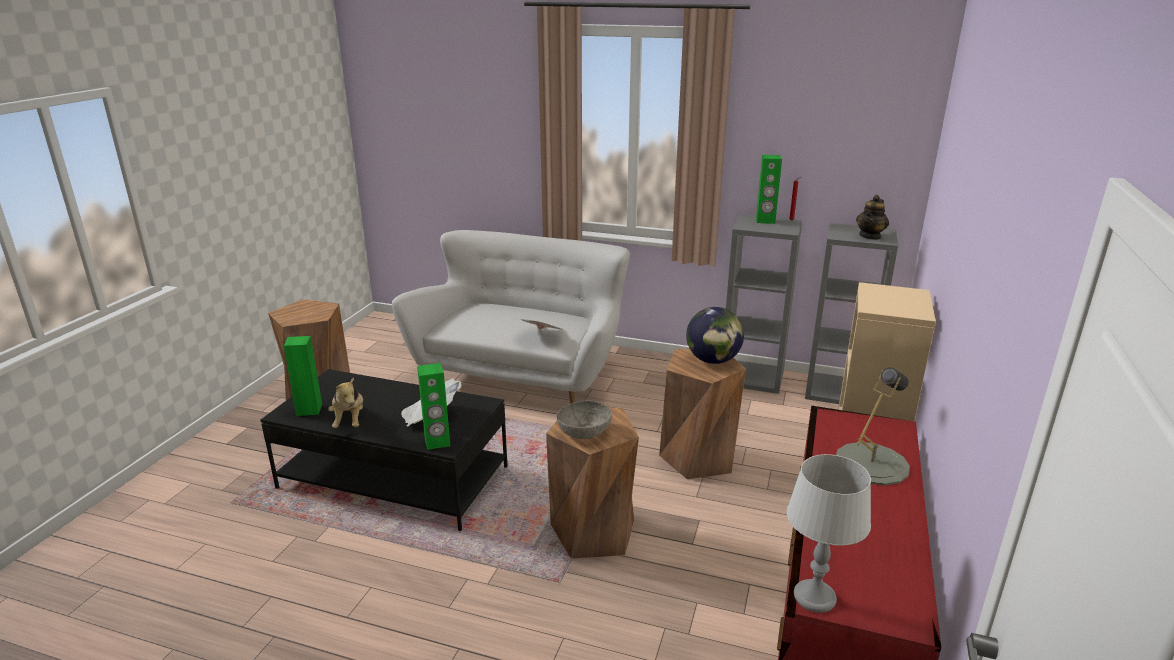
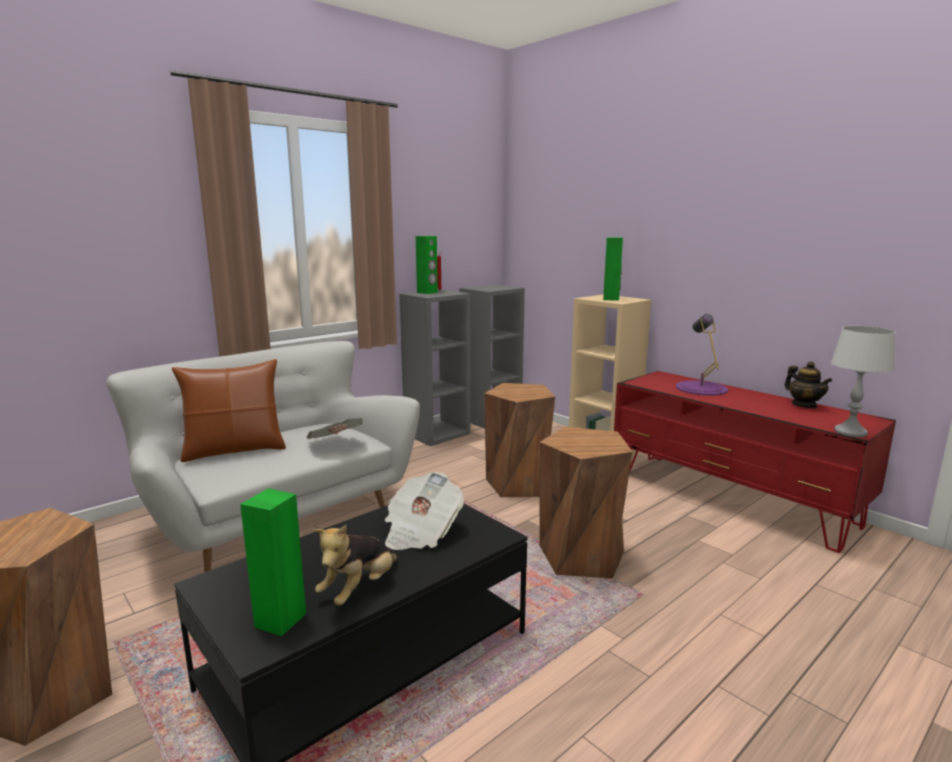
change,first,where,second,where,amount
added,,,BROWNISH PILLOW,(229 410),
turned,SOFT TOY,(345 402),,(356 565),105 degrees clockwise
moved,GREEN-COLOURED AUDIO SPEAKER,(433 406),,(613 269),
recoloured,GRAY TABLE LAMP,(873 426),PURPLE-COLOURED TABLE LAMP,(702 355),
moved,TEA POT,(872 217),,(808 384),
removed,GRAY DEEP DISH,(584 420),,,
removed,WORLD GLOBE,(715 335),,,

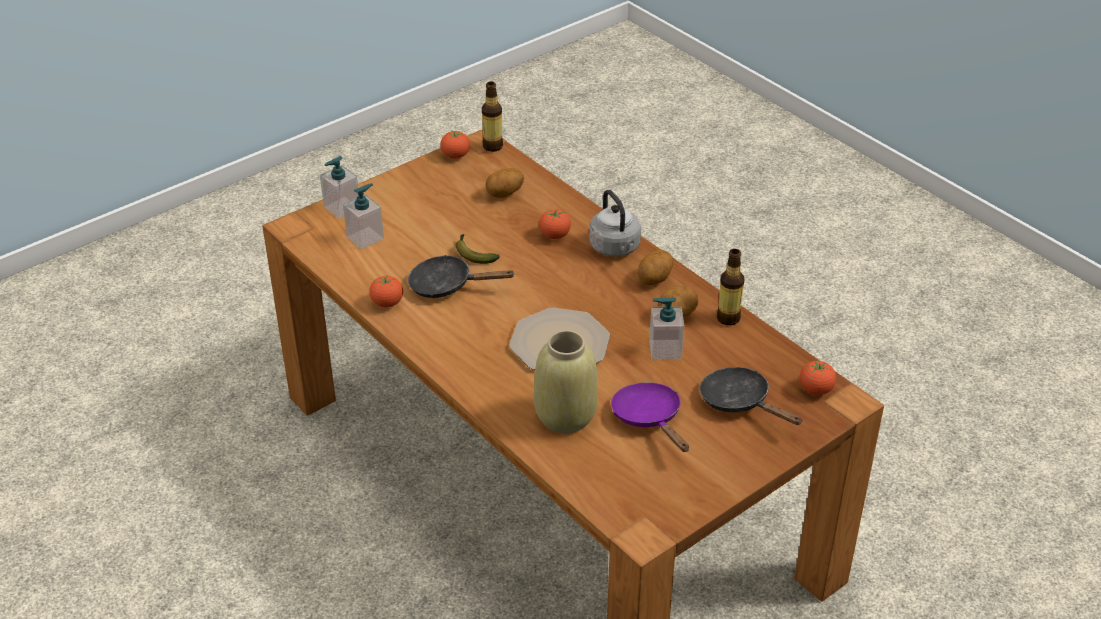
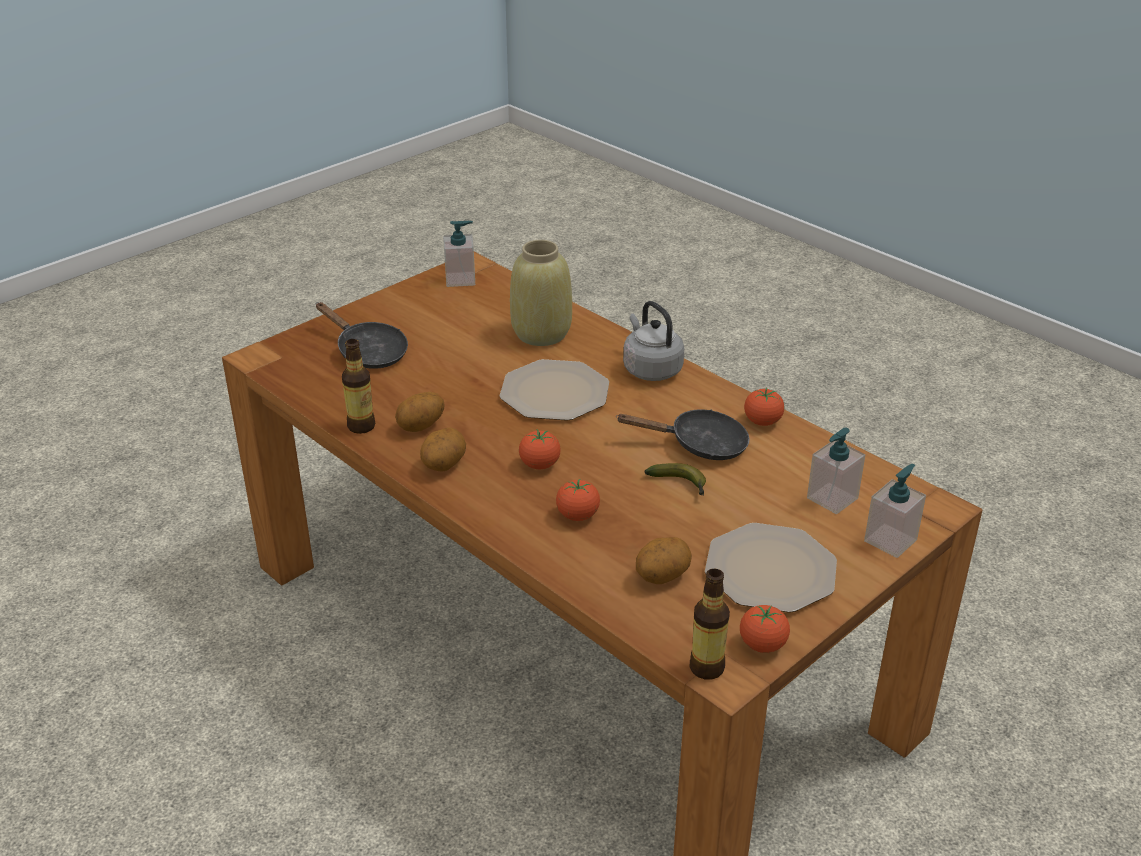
change,first,where,second,where,amount
moved,SOAP BOTTLE,(666 328),,(459 254),
moved,TOMATO,(818 377),,(540 449),
moved,GRAY KETTLE,(615 223),,(653 341),
added,,,FLAT DISH,(771 568),
removed,PURPLE-COLOURED FRYING PAN,(650 417),,,

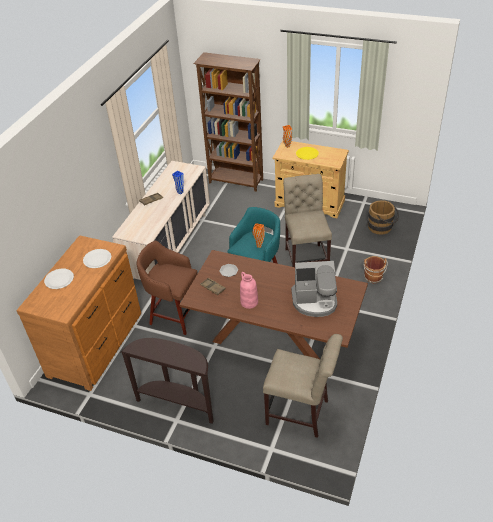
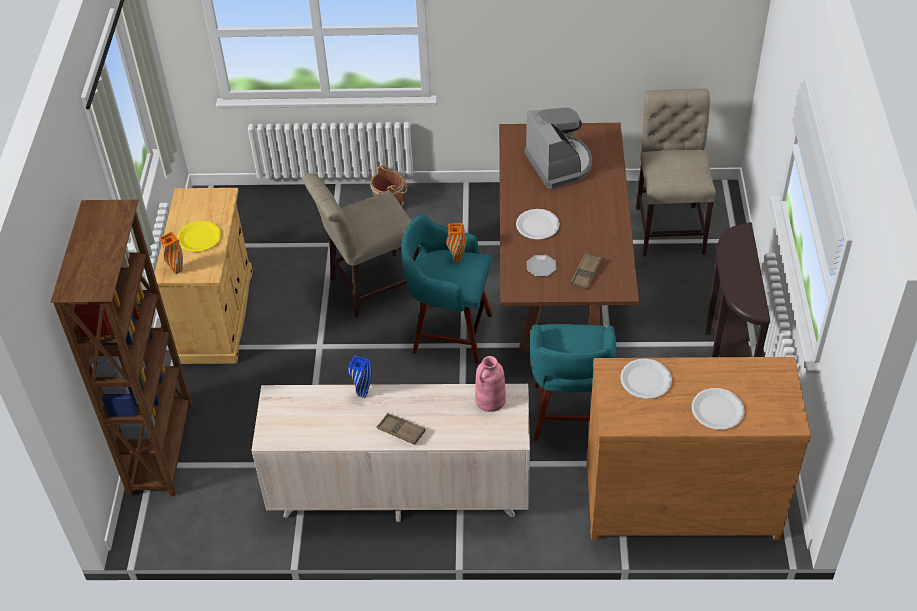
change,first,where,second,where,amount
moved,PINK-COLOURED FLOWER VASE,(249 290),,(490 384),
added,,,WHITE-COLOURED FLAT DISH,(538 224),
recoloured,BROWNISH STOOL,(167 288),TURQUOISE-COLOURED STOOL,(573 382),
removed,BROWNISH BUCKET,(383 217),,,

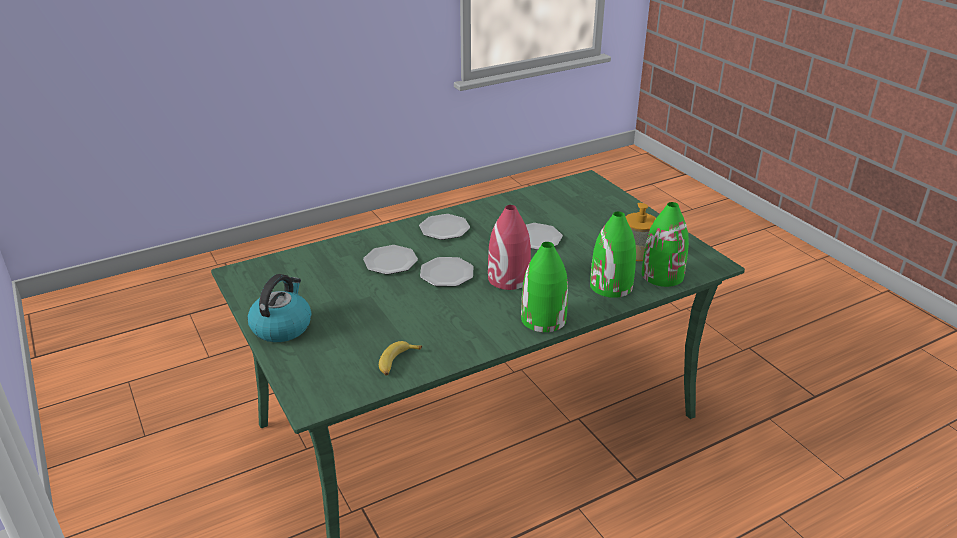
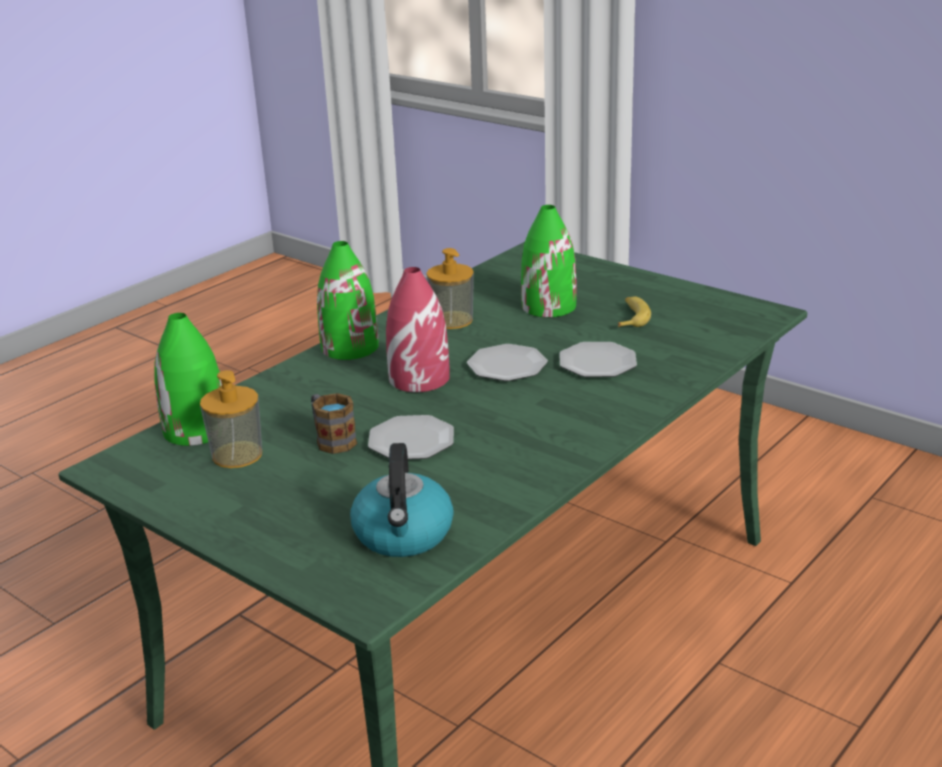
change,first,where,second,where,amount
added,,,TEA MUG,(334 423),
moved,KETTLE,(279 308),,(402 500),
added,,,SOAP BOTTLE,(450 288),
moved,GREEN-COLOURED FLOWER VASE,(613 254),,(548 261),
moved,WHOLE BANANA,(400 358),,(634 311),
removed,FLAT DISH,(444 227),,,

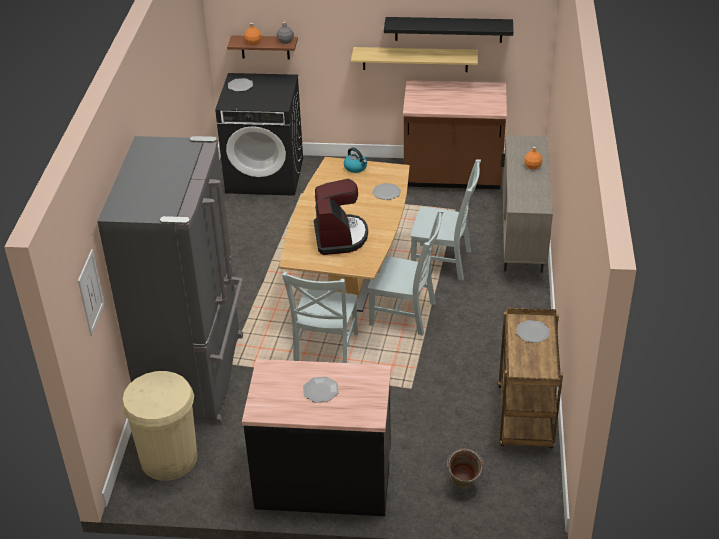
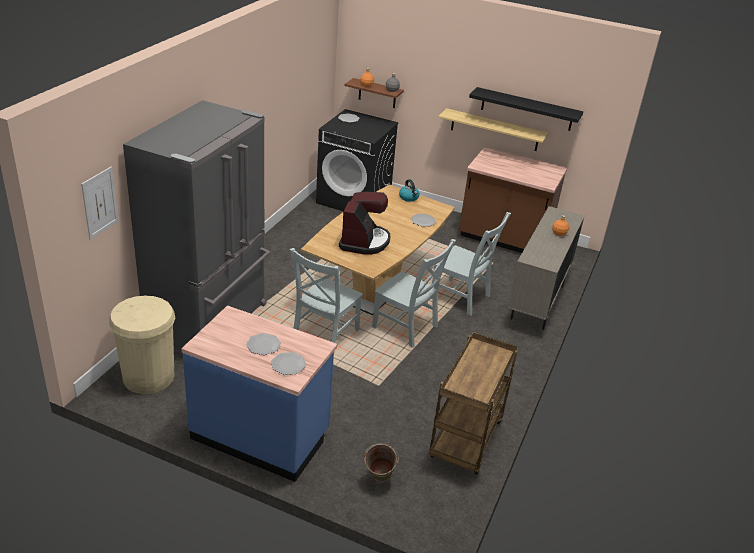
change,first,where,second,where,amount
recoloured,BLACK-COLOURED KITCHEN BASE UNIT,(316 437),BLUE-COLOURED KITCHEN BASE UNIT,(259 393),
moved,FLAT DISH,(533 331),,(288 363),

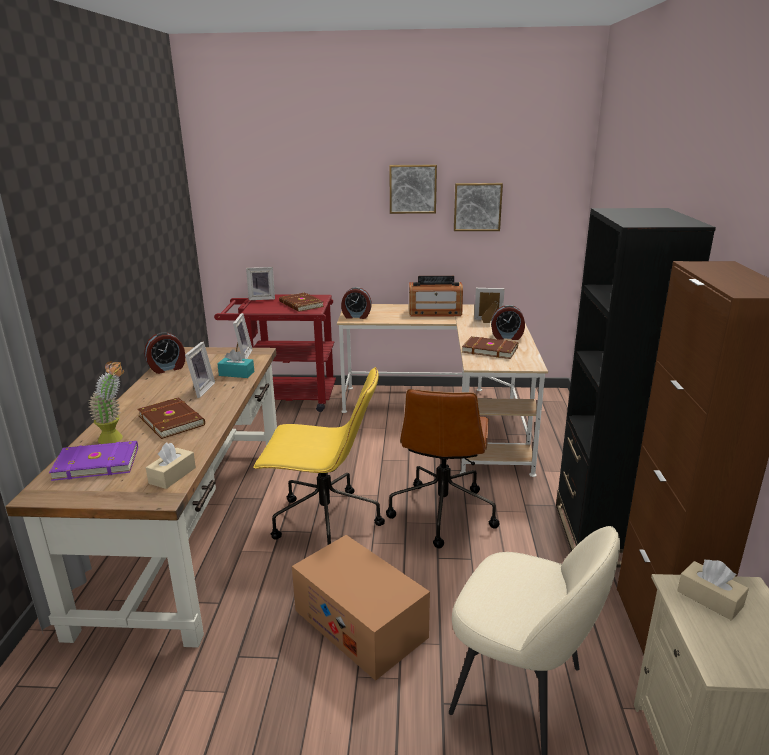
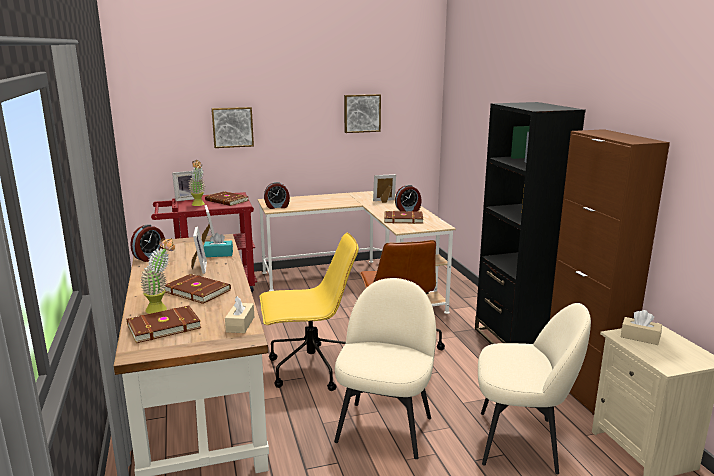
change,first,where,second,where,amount
recoloured,PURPLE-COLOURED BOOK,(93 461),BROWNISH BOOK,(164 324),
added,,,POTTED PLANT,(196 183),
moved,WALL ART,(413 189),,(232 127),
replaced,CARDBOARD BOX,(361 608),SAND-COLOURED UPRIGHT CHAIR,(385 368),
removed,RADIO SET,(436 296),,,

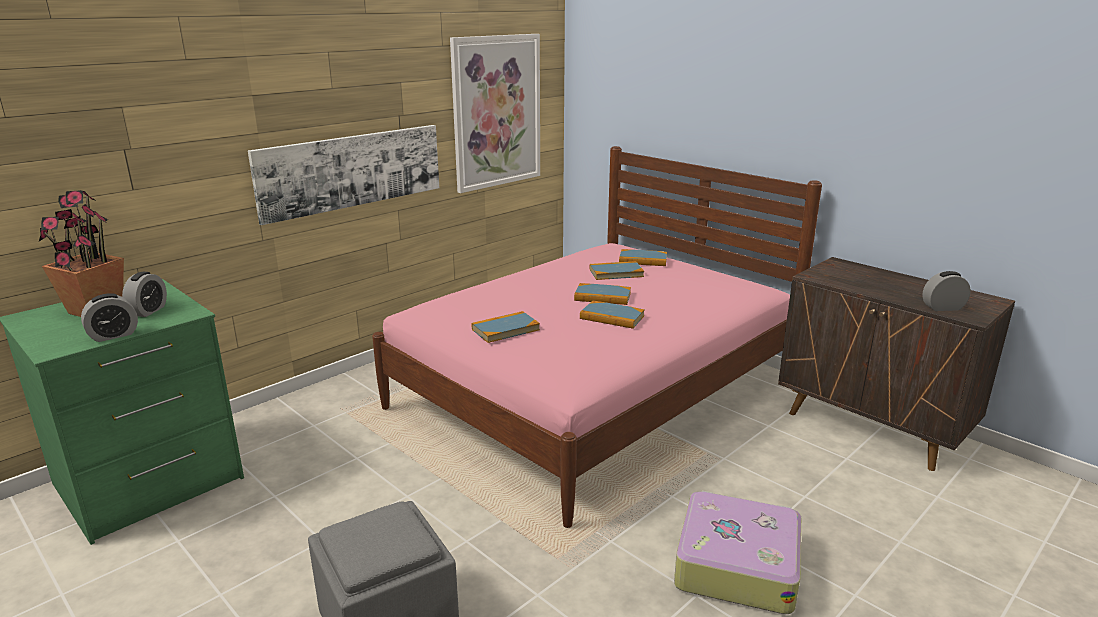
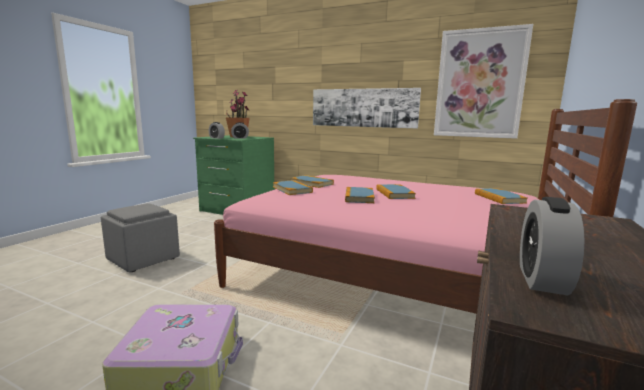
change,first,where,second,where,amount
moved,BOOK,(617 270),,(293 187),
turned,ALARM CLOCK,(946 291),,(552 246),135 degrees counterclockwise

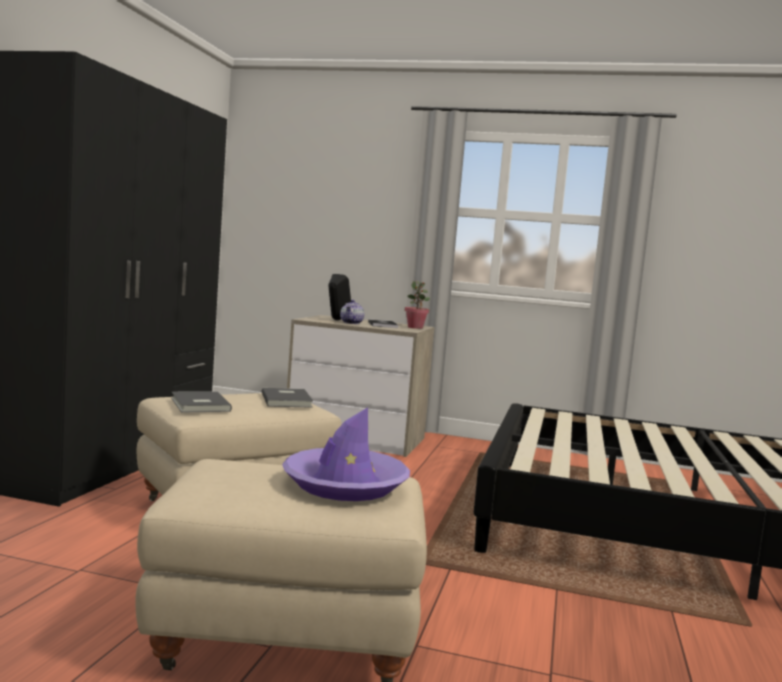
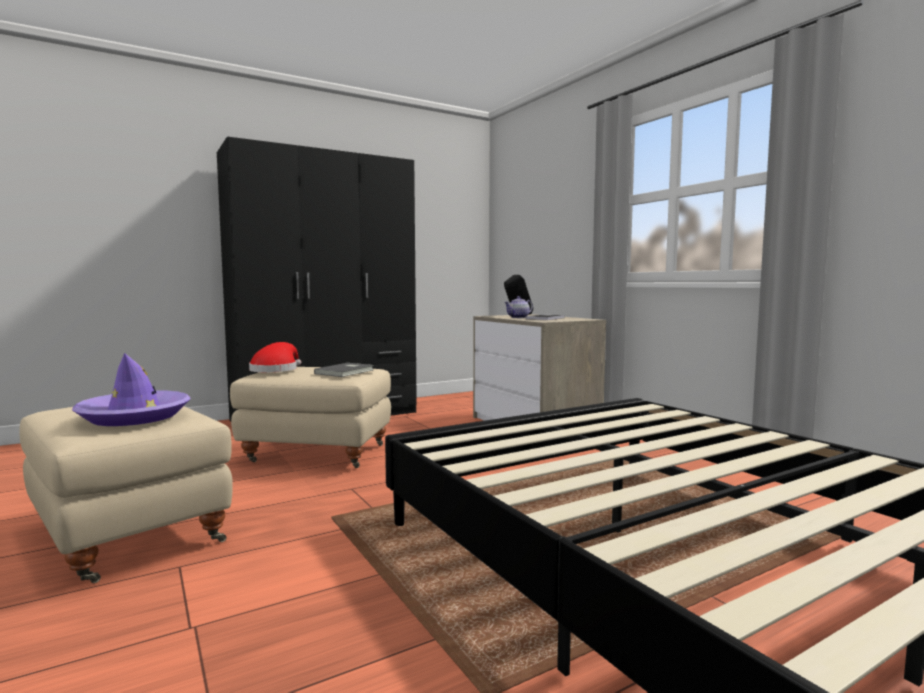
change,first,where,second,where,amount
replaced,GRAY BOOK,(201 402),RED-COLOURED CLOTHING HAT,(275 357),
removed,POTTED PLANT,(417 305),,,

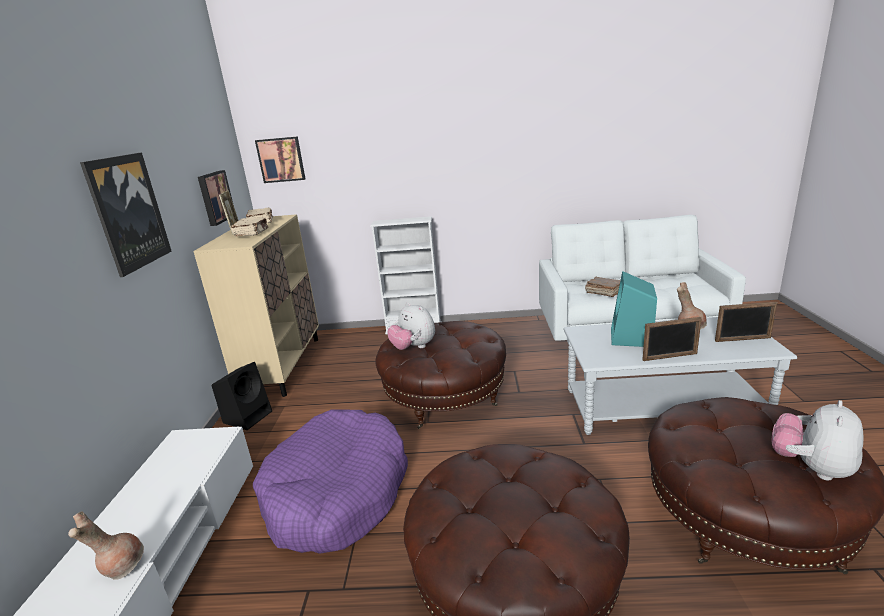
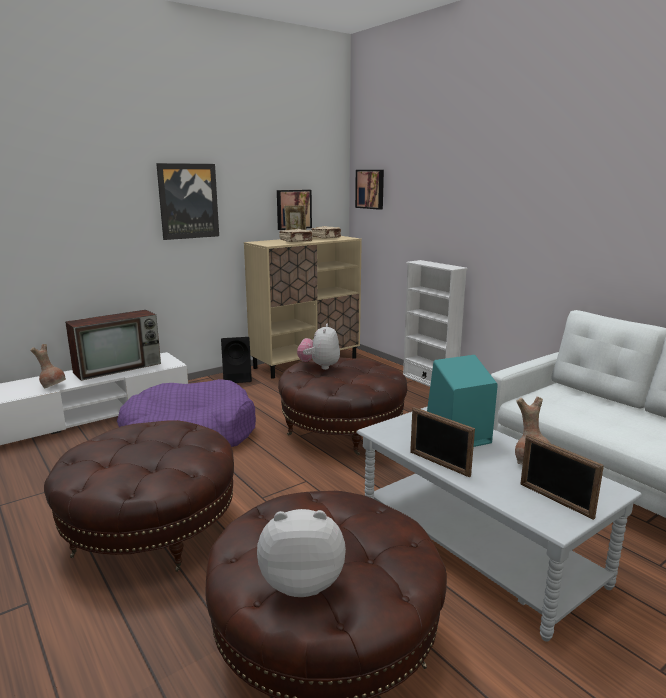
change,first,where,second,where,amount
added,,,TV,(113 345),
removed,BROWNISH BOOK,(602 287),,,

